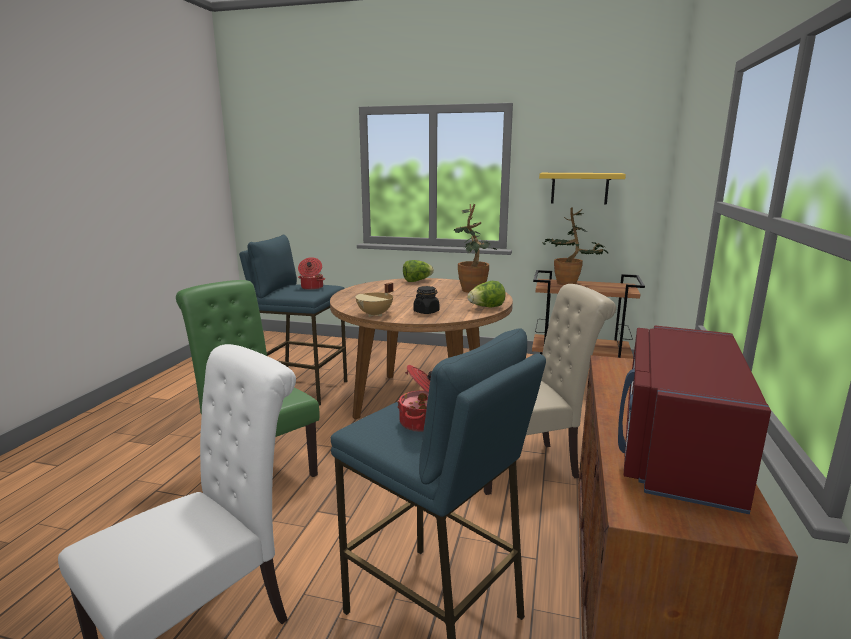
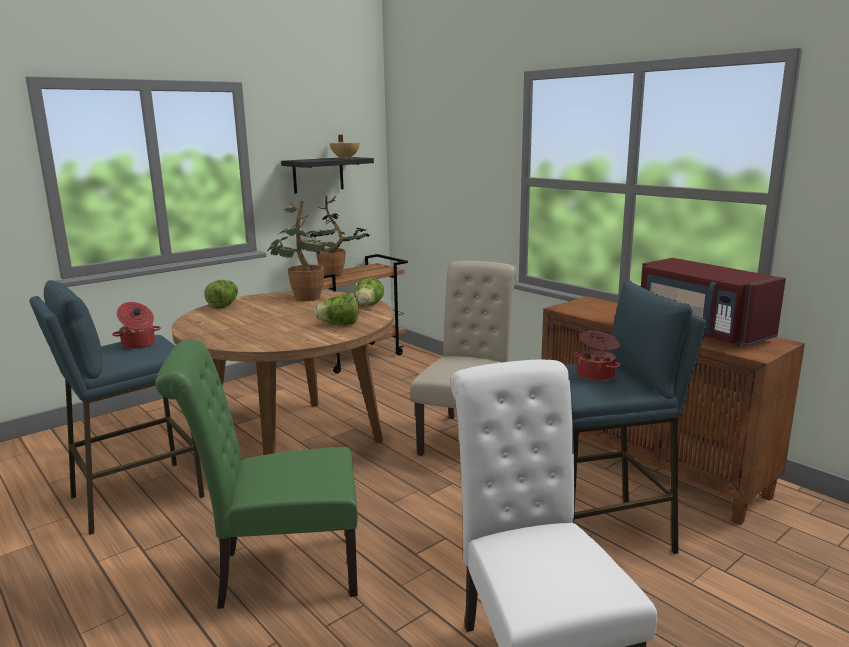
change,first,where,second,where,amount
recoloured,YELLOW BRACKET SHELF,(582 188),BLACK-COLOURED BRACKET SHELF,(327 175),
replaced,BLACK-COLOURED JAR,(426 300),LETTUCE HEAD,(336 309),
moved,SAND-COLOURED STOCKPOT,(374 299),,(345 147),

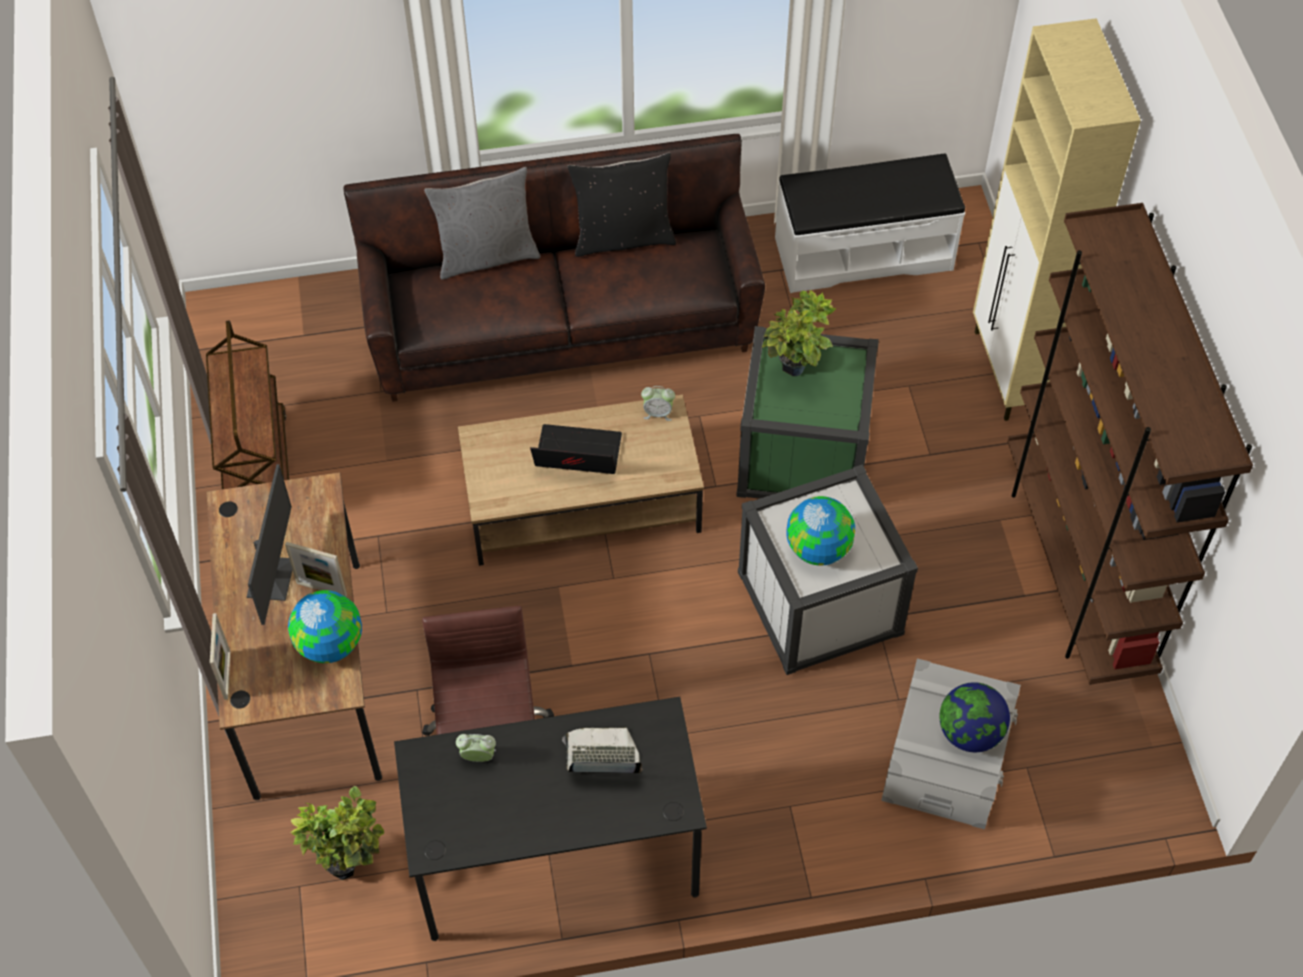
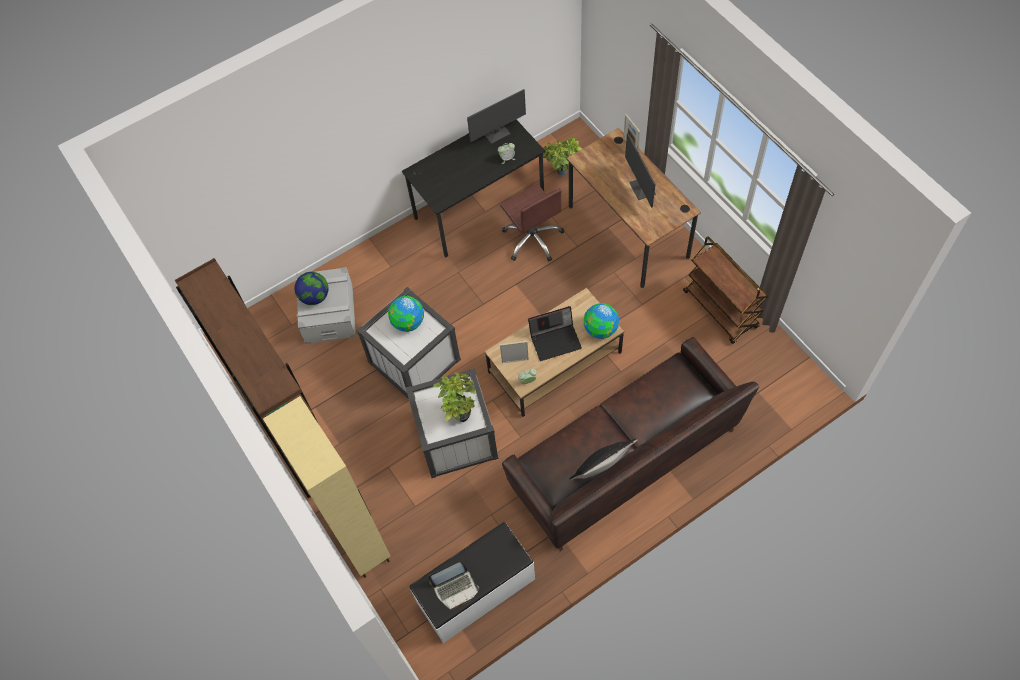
change,first,where,second,where,amount
recoloured,GREEN-COLOURED STORAGE BOX,(807 412),WHITE-COLOURED STORAGE BOX,(452 423),
moved,NOTEBOOK COMPUTER,(602 750),,(453 586),
added,,,COMPUTER DISPLAY,(496 116),
moved,STANDING FRAME,(316 569),,(514 352),
moved,WORLD GLOBE,(325 626),,(601 321),
removed,GRAY PILLOW,(482 223),,,

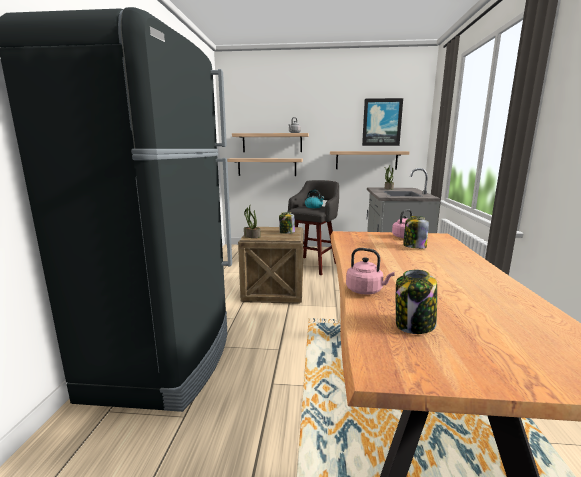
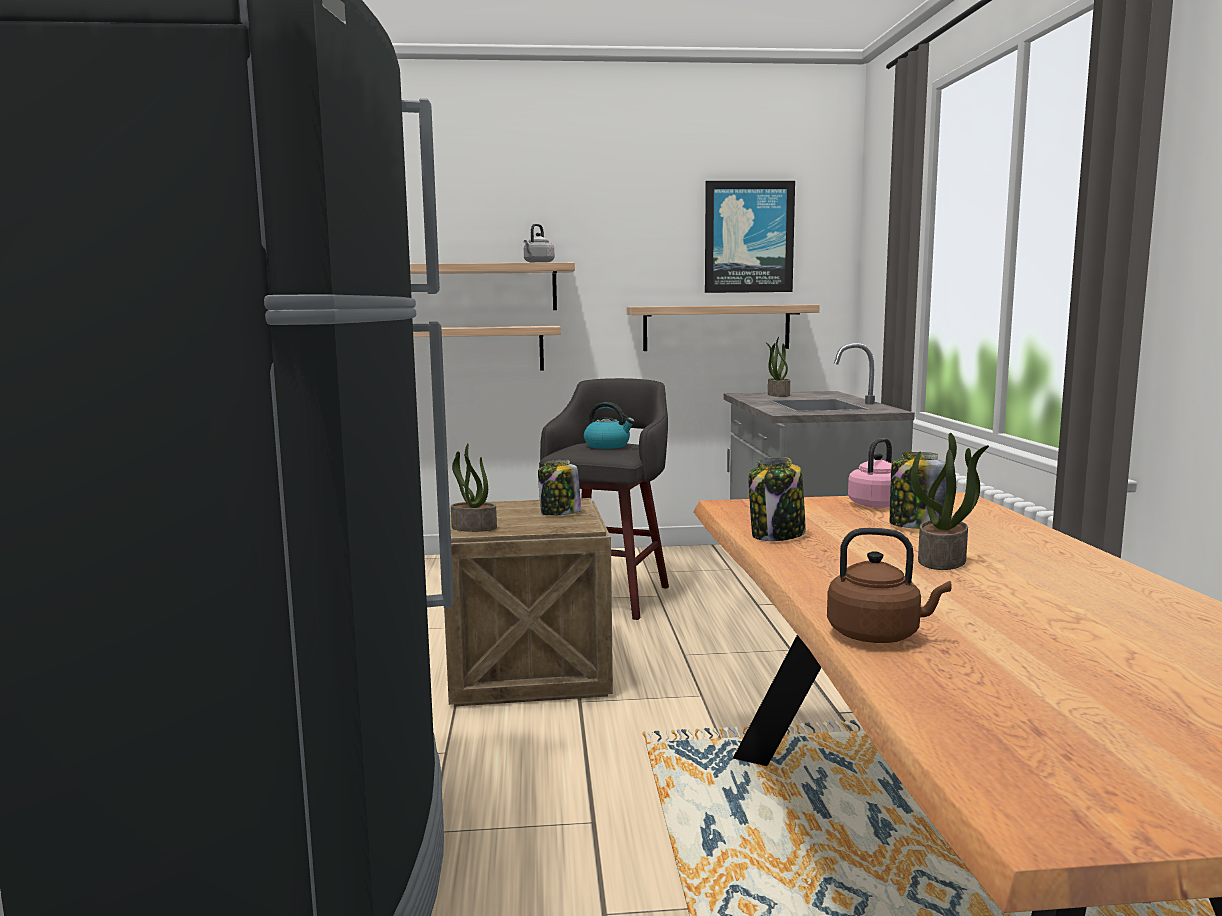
change,first,where,second,where,amount
moved,JAR,(416 302),,(777 499),
recoloured,PINK-COLOURED KETTLE,(370 271),BROWNISH KETTLE,(889 585),
added,,,POTTED PLANT,(950 501),

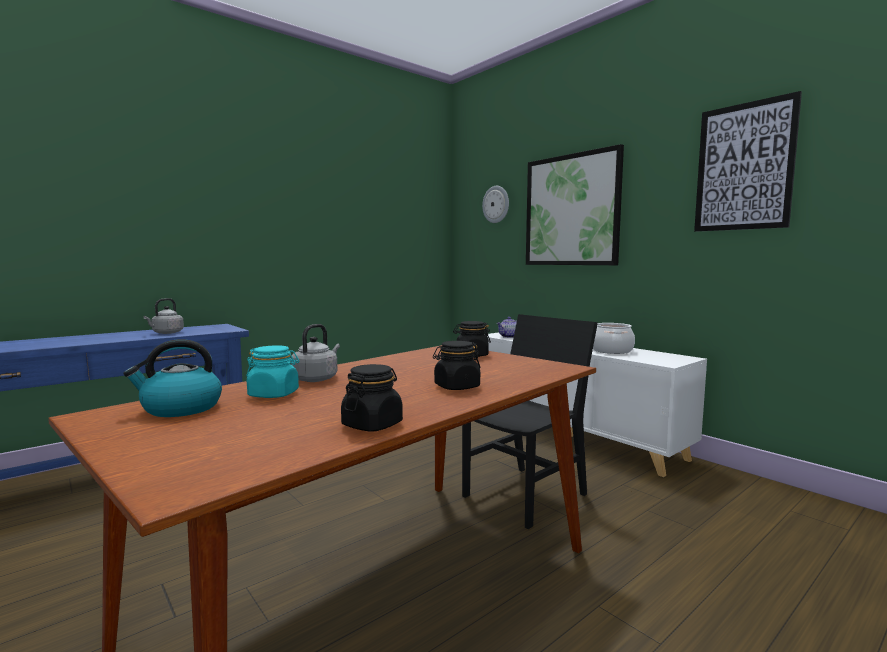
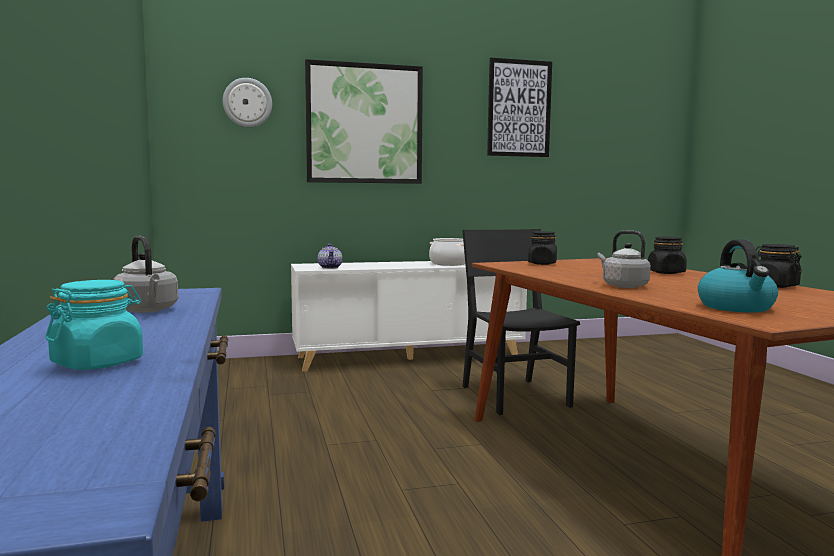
change,first,where,second,where,amount
moved,TURQUOISE-COLOURED JAR,(272 371),,(94 325),

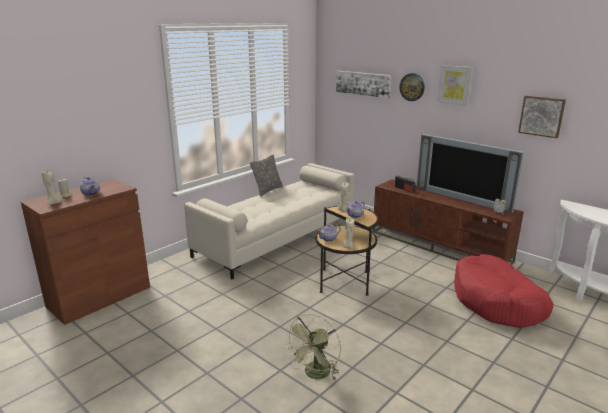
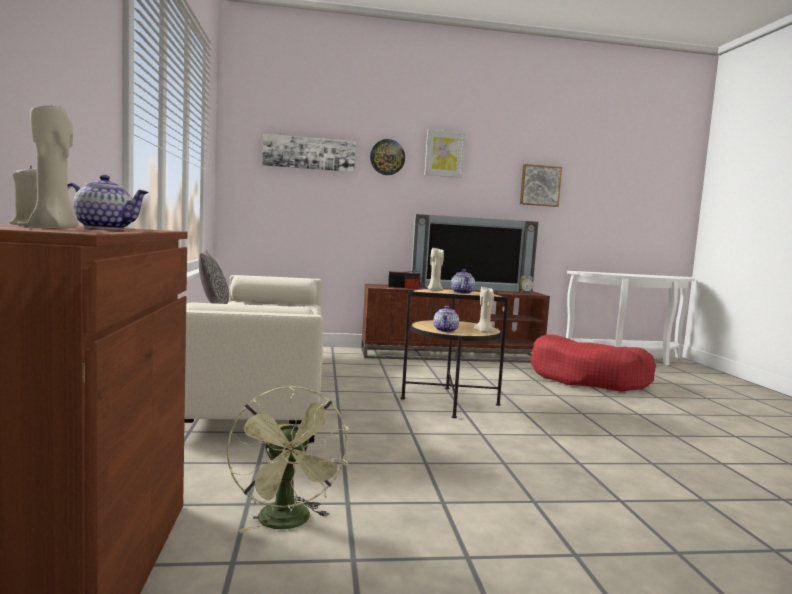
change,first,where,second,where,amount
moved,GREEN-COLOURED COOLING FAN,(313 347),,(287 459),

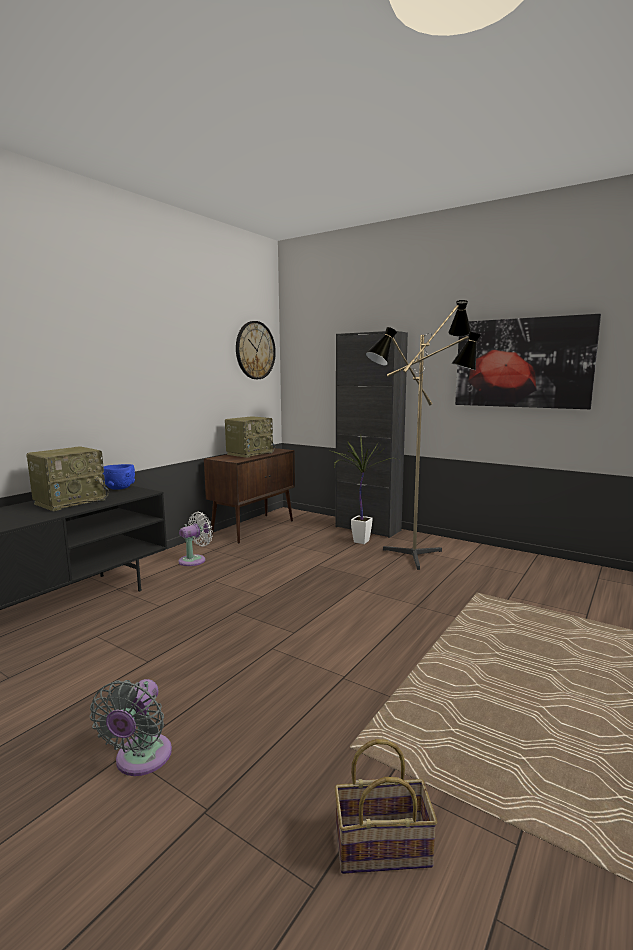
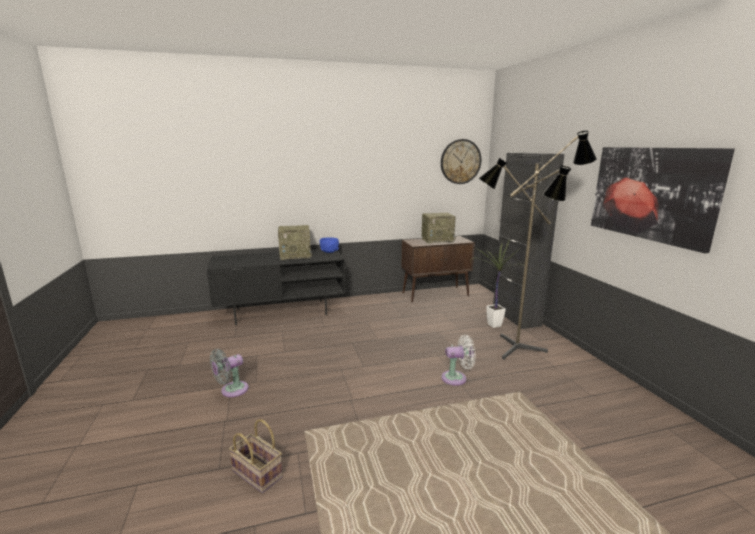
change,first,where,second,where,amount
moved,WHITE-COLOURED COOLING FAN,(196 539),,(458 360),

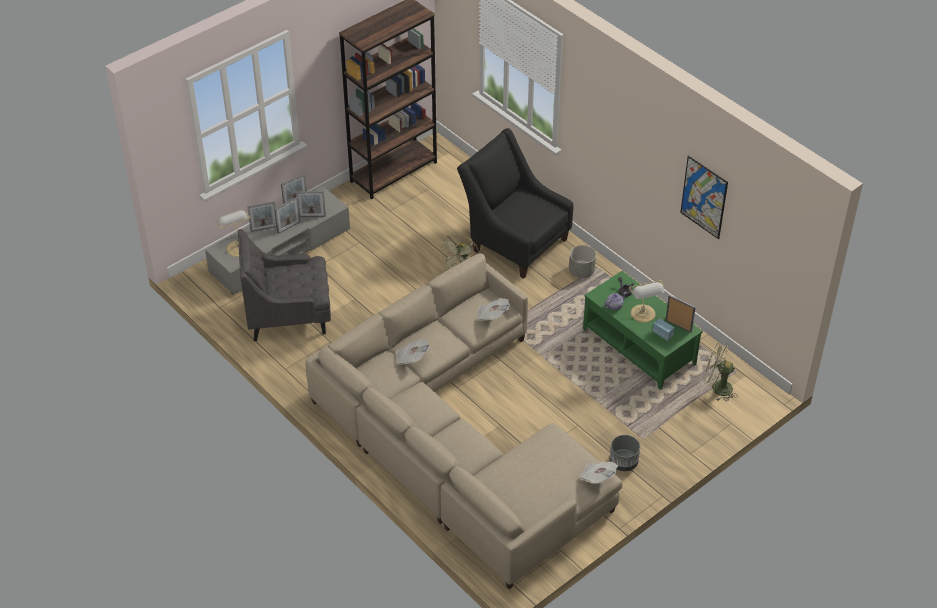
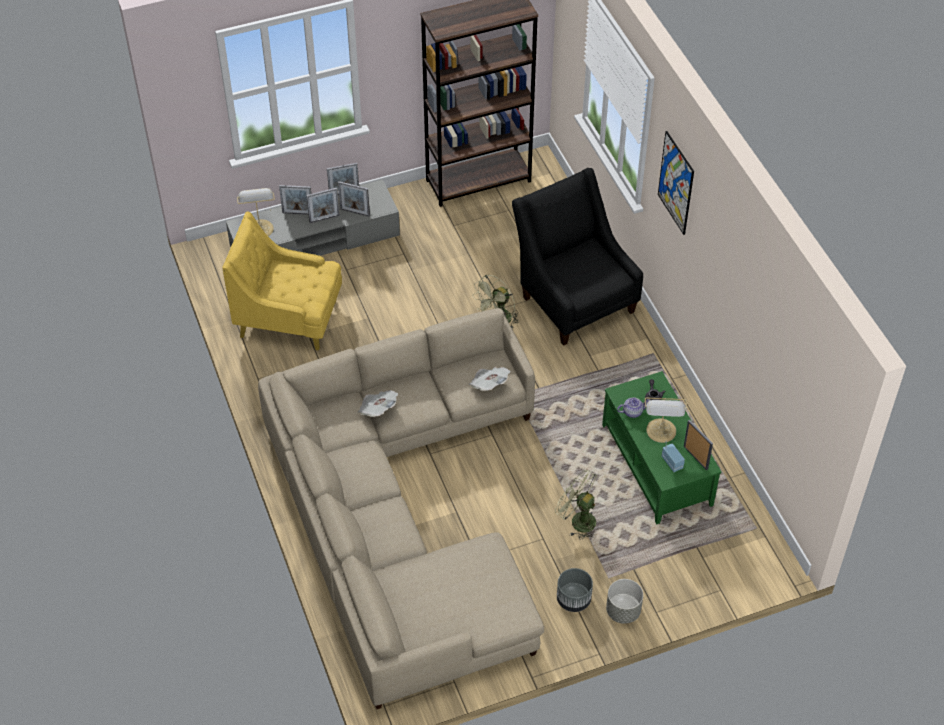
change,first,where,second,where,amount
recoloured,GRAY LOUNGE CHAIR,(284 285),YELLOW LOUNGE CHAIR,(282 281),
moved,GREEN-COLOURED COOLING FAN,(721 372),,(576 505),
moved,GRAY FLOWER POT,(582 261),,(624 601),
moved,WALL ART,(704 197),,(676 183),
removed,NEWSPAPER,(598 472),,,

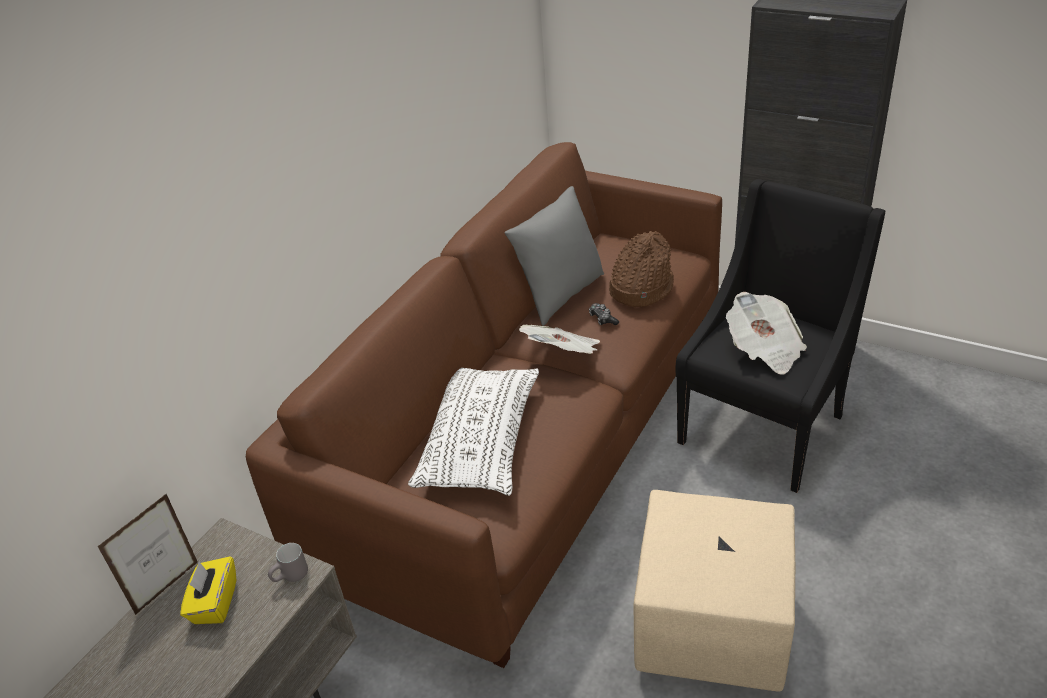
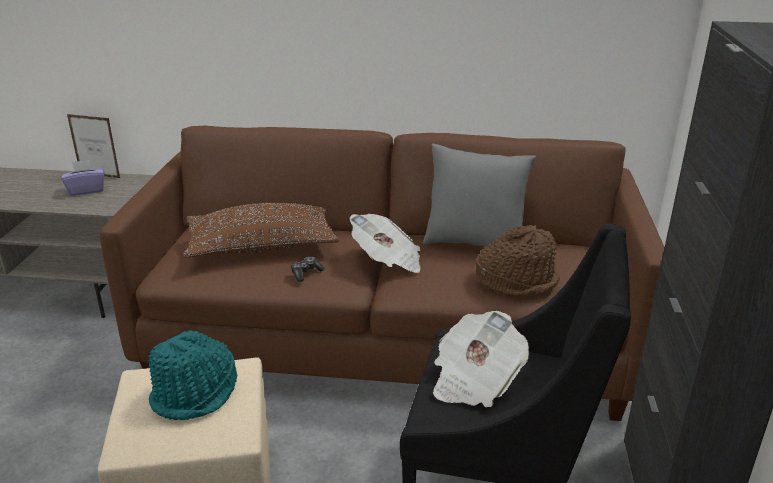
change,first,where,second,where,amount
recoloured,YELLOW TISSUE HOLDER,(208 590),PURPLE-COLOURED TISSUE HOLDER,(82 178),
added,,,TURQUOISE-COLOURED CLOTHING HAT,(192 375),
recoloured,WHITE-COLOURED PILLOW,(473 432),BROWNISH PILLOW,(261 230),
moved,GAMEPAD,(604 314),,(307 269),
removed,GRAY TEA MUG,(288 562),,,

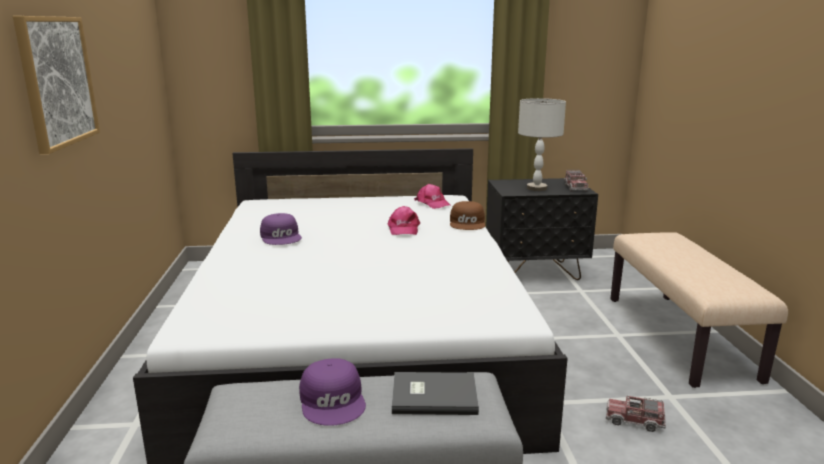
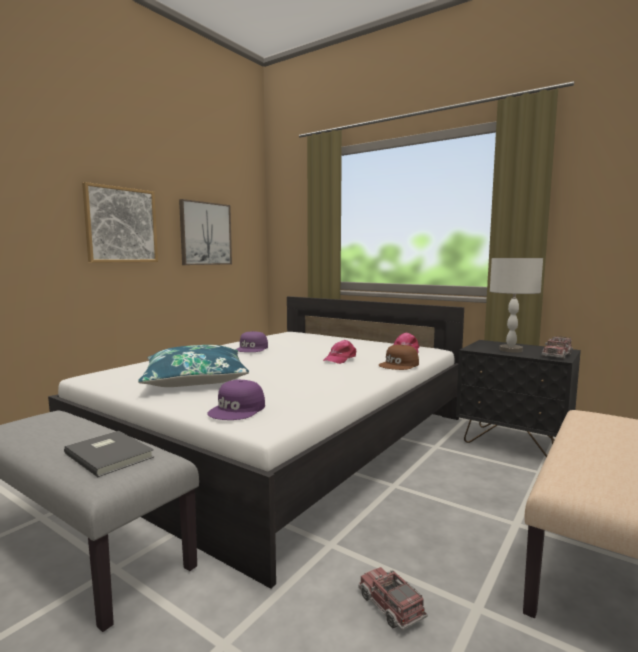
change,first,where,second,where,amount
added,,,BLUE-COLOURED PILLOW,(193 366),
added,,,WALL ART,(205 232),
moved,PURPLE-COLOURED CAP,(332 392),,(236 400),

